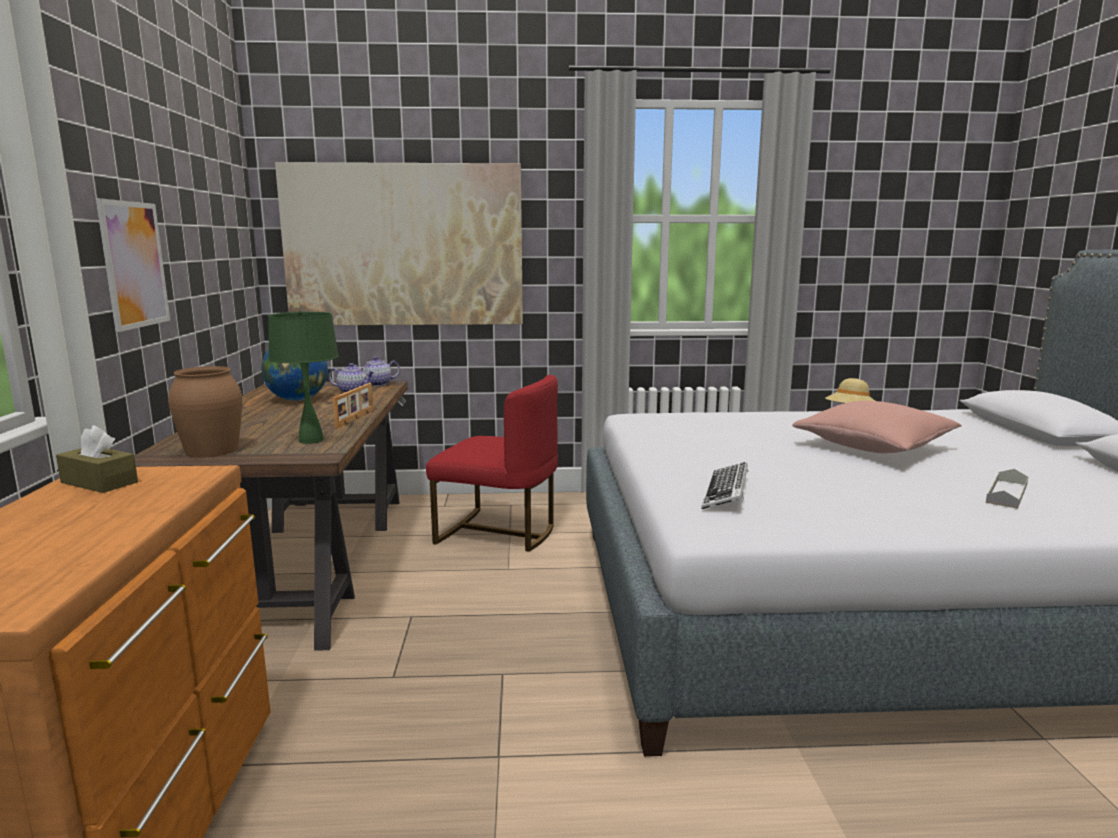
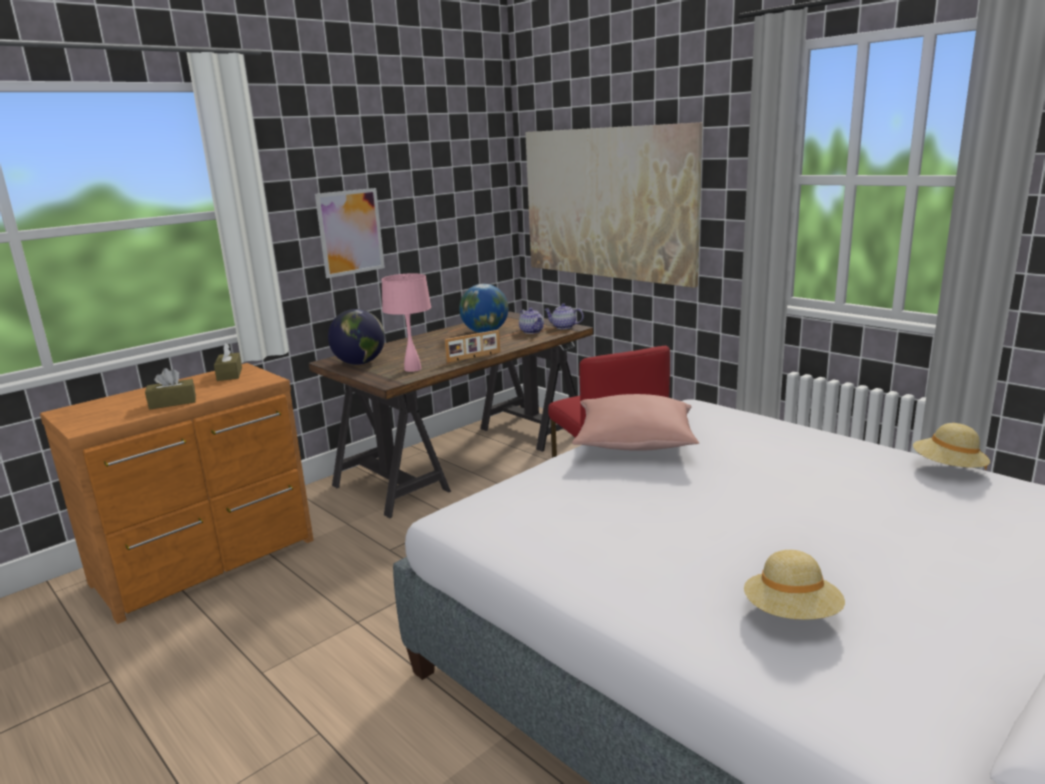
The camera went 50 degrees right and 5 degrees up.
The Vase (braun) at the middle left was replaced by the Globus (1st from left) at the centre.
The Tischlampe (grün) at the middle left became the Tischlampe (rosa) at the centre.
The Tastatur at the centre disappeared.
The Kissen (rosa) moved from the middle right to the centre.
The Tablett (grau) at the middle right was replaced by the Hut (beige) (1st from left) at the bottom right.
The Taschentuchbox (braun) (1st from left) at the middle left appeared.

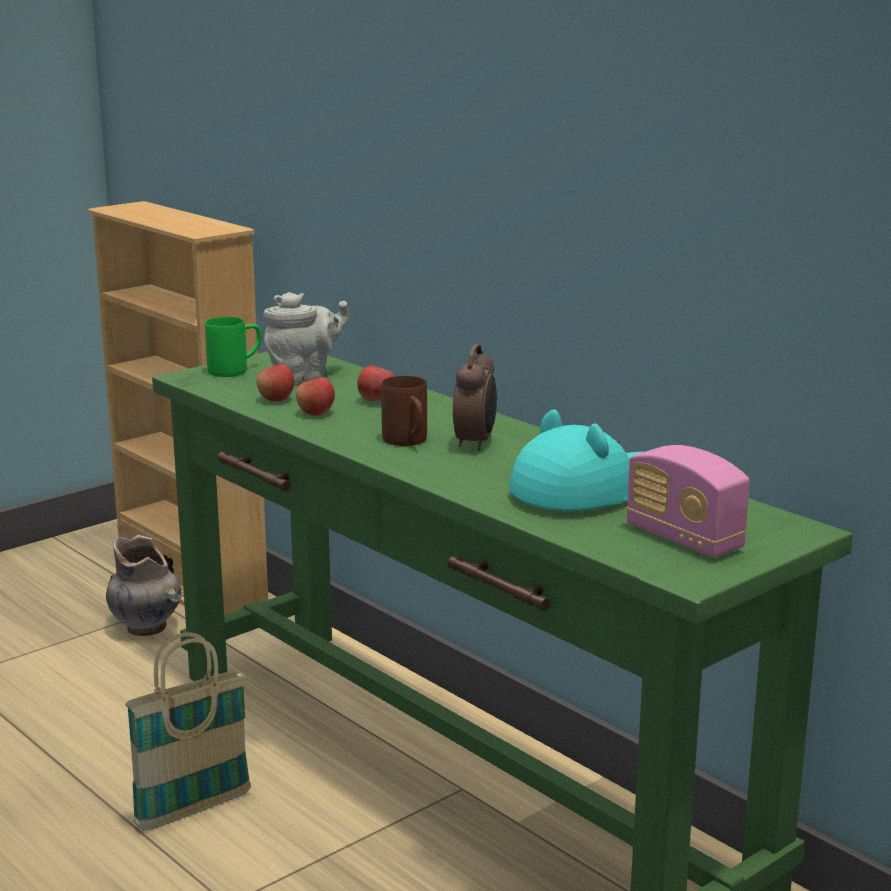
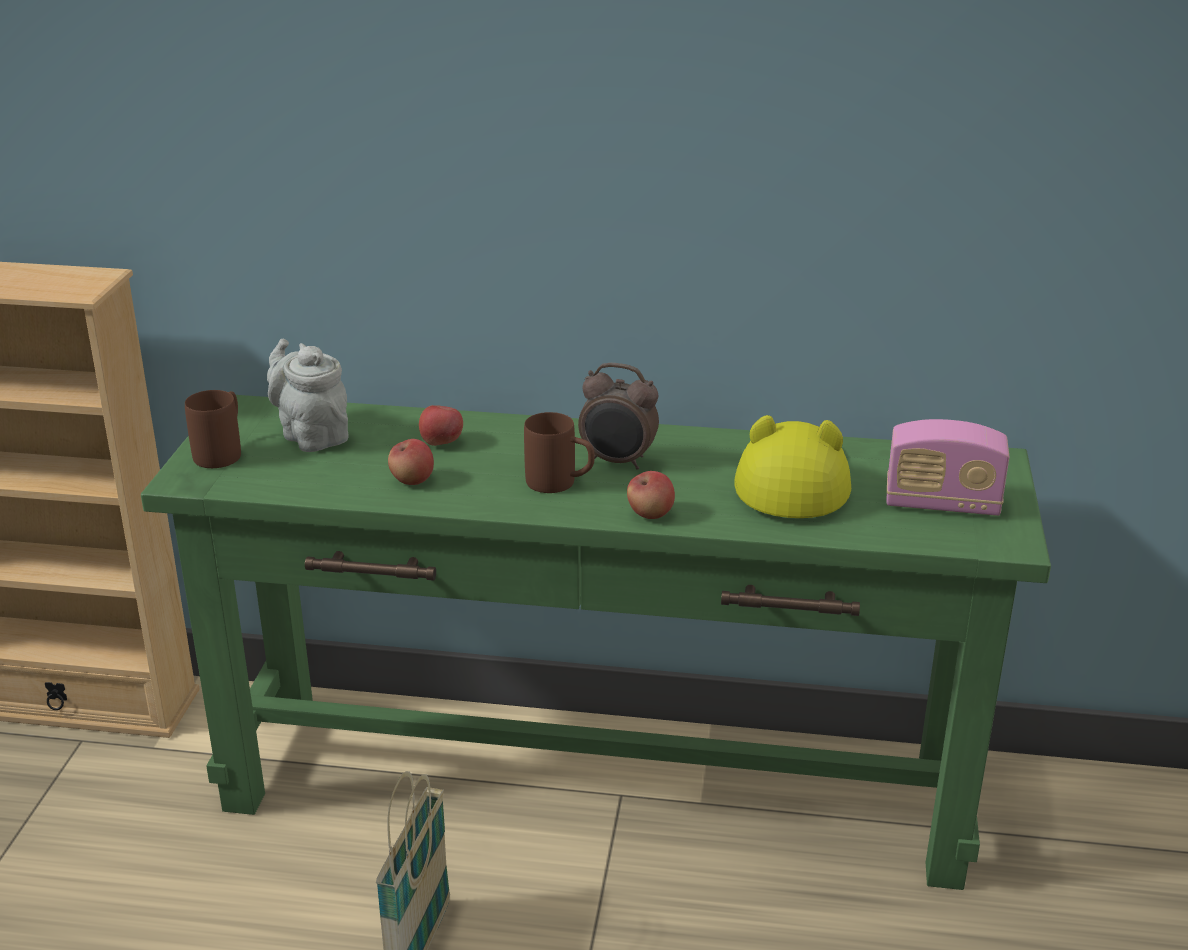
The camera went 40 degrees left and 10 degrees up.
The Vase (grau) at the middle left disappeared.
The Henkelbecher (grün) at the middle left became the Henkelbecher (braun) (1st from left) at the middle left.
The Apfel (1st from left in the first image) moved from the middle left to the centre.
The Teekanne (grau) at the centre turned 60 degrees counterclockwise.
The Wecker at the centre turned 135 degrees clockwise.
The Hut (türkis) at the centre became the Hut (gelb) at the middle right.

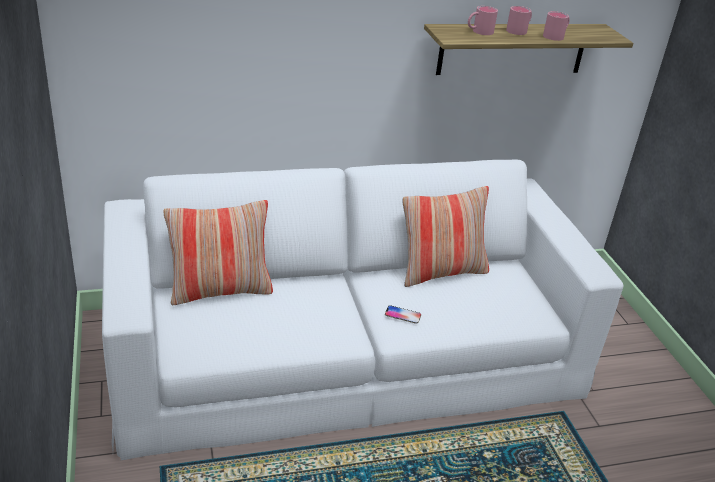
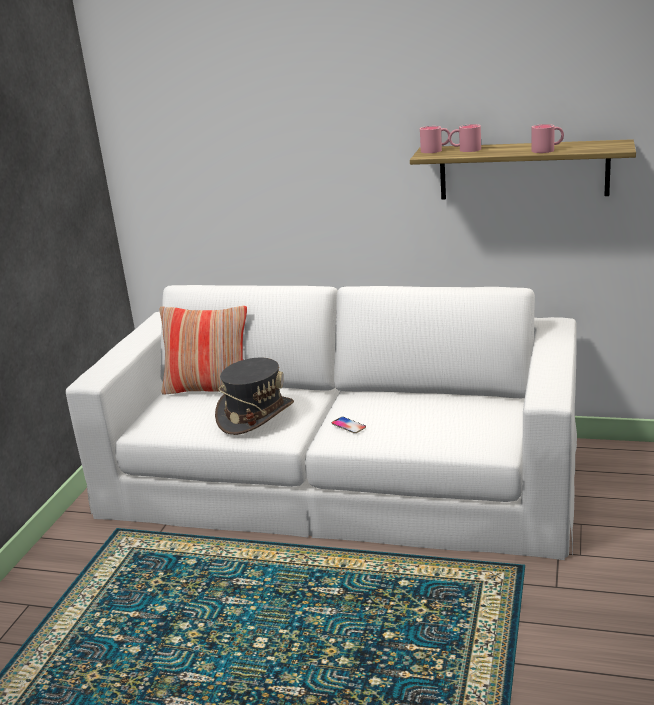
The camera went 35 degrees right and 10 degrees down.
The Kissen (2nd from left) at the centre disappeared.
The Henkelbecher (rosa) (2nd from left in the first image) moved from the top right to the top centre.
The Hut (grau) at the centre appeared.

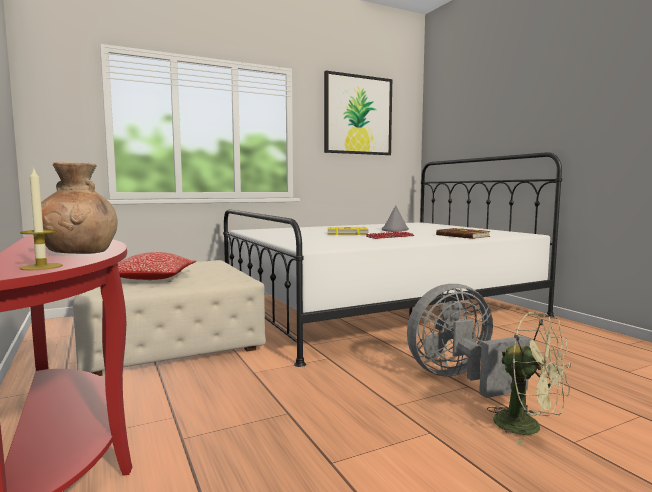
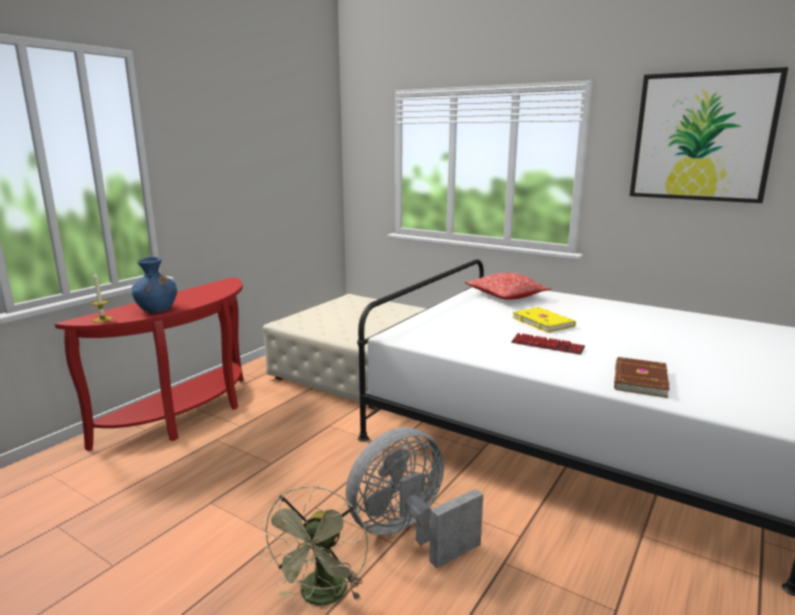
The camera went 60 degrees right and 10 degrees up.
The Vase (braun) at the middle left became the Vase (blau) at the middle left.
The Kissen moved from the middle left to the centre.
The Hut (grau) at the centre disappeared.
The Ventilator (grau) at the bottom right turned 75 degrees counterclockwise.

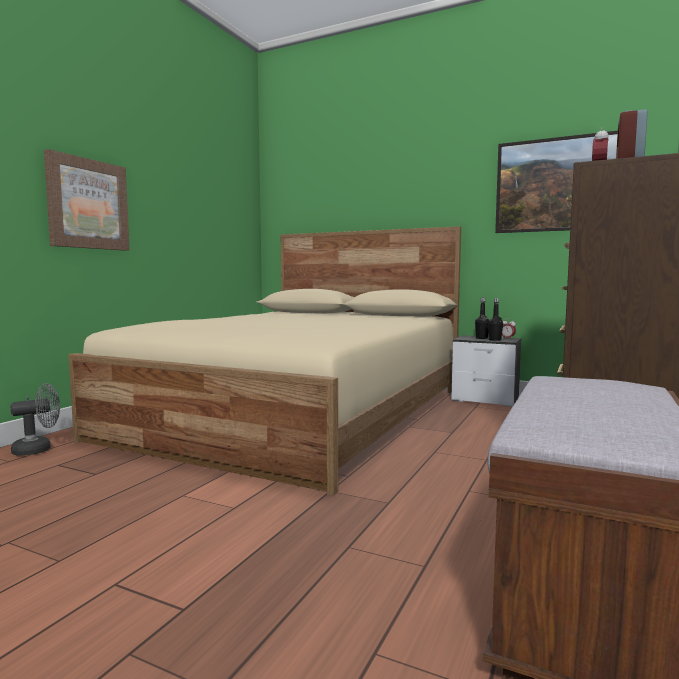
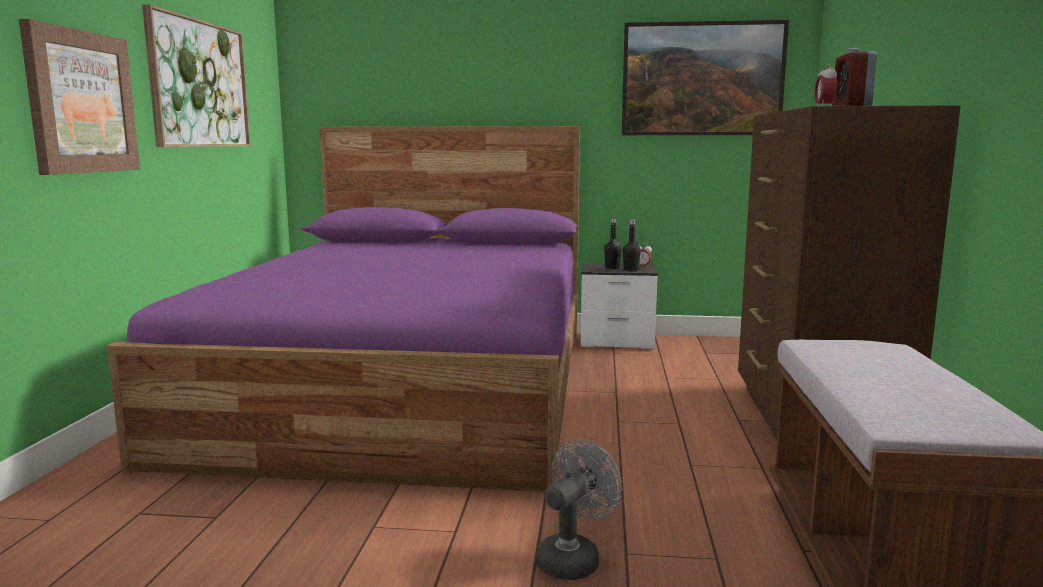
The camera went 20 degrees left and 5 degrees up.
The Ventilator (grau) moved from the middle left to the bottom centre.
The Bett (beige) at the centre became the Bett (lila) at the middle left.
The Bild (2nd from left) at the top left appeared.

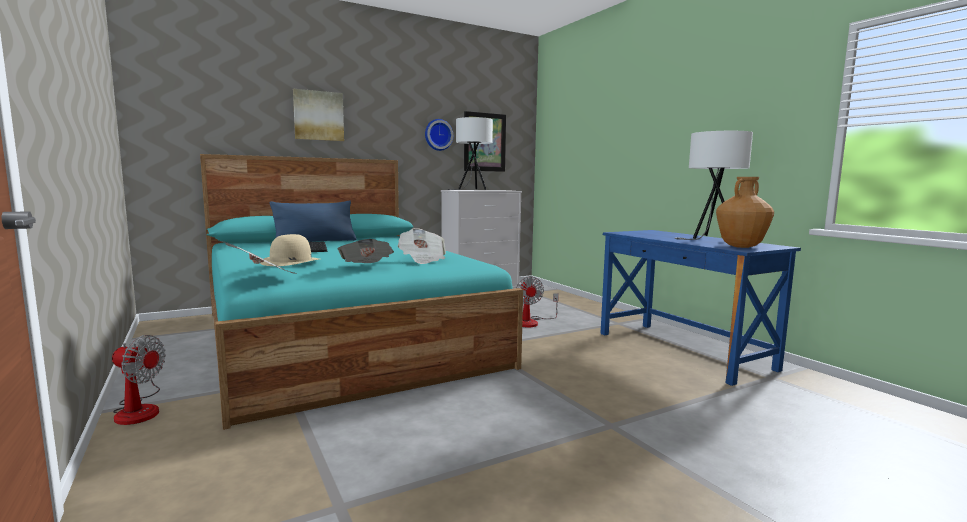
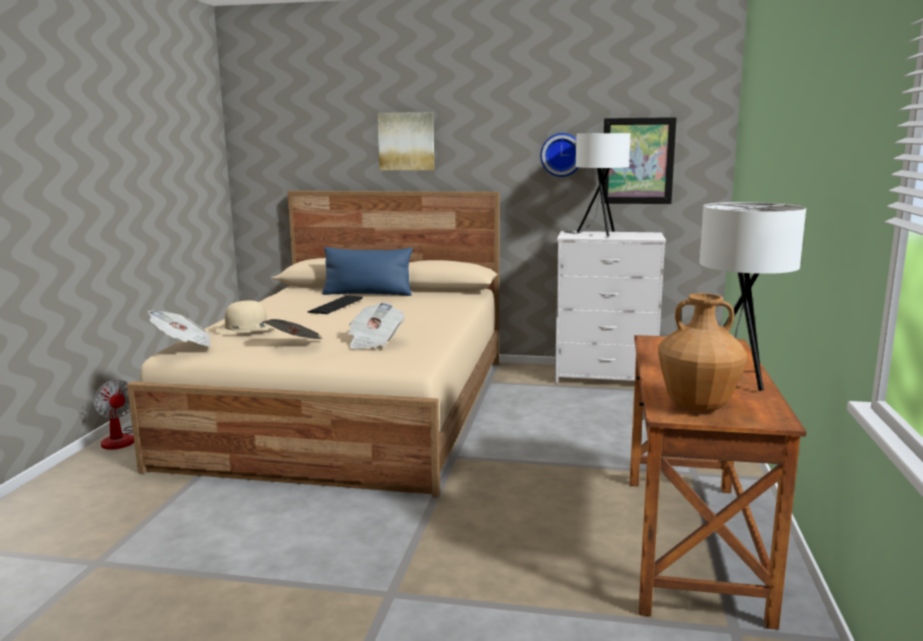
The camera went 40 degrees right and 5 degrees up.
The Bett (türkis) at the centre became the Bett (beige) at the centre.
The Ventilator (2nd from left) at the centre disappeared.
The Schreibtisch (blau) at the middle right became the Schreibtisch (braun) at the bottom right.

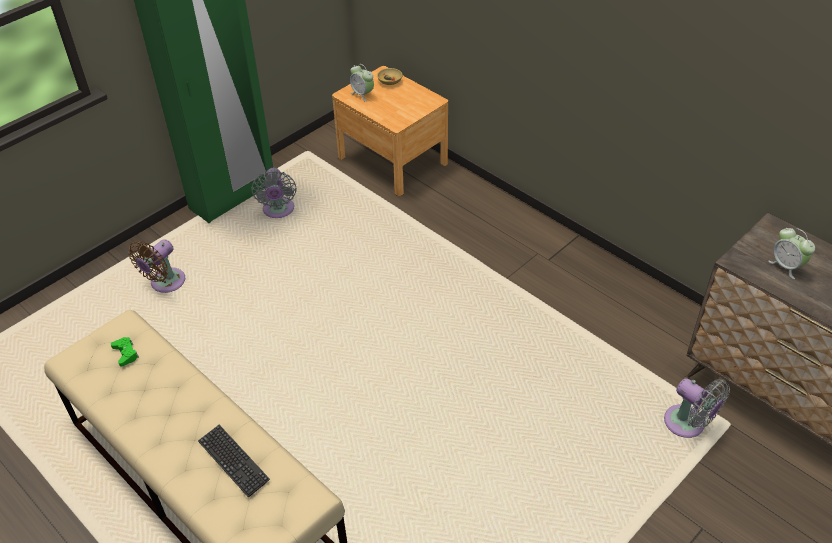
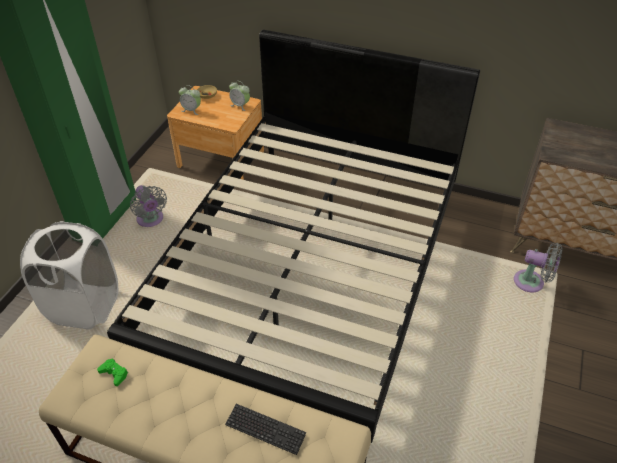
The camera went 25 degrees left and 0 degrees up.
The Ventilator (braun) at the middle left was replaced by the Wäschekorb (weiß) at the middle left.
The Wecker (2nd from left) moved from the middle right to the top centre.
The Bett (schwarz) at the centre appeared.

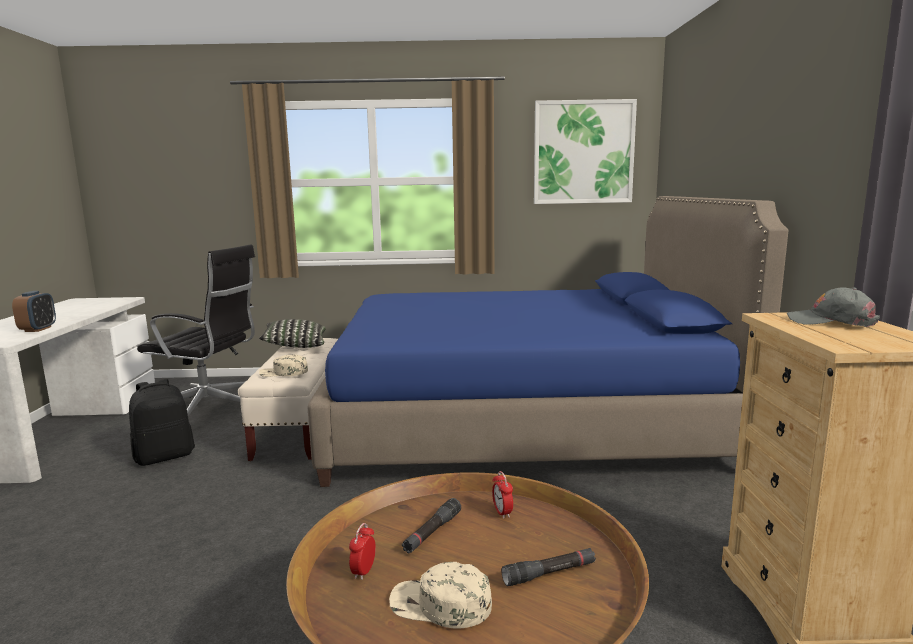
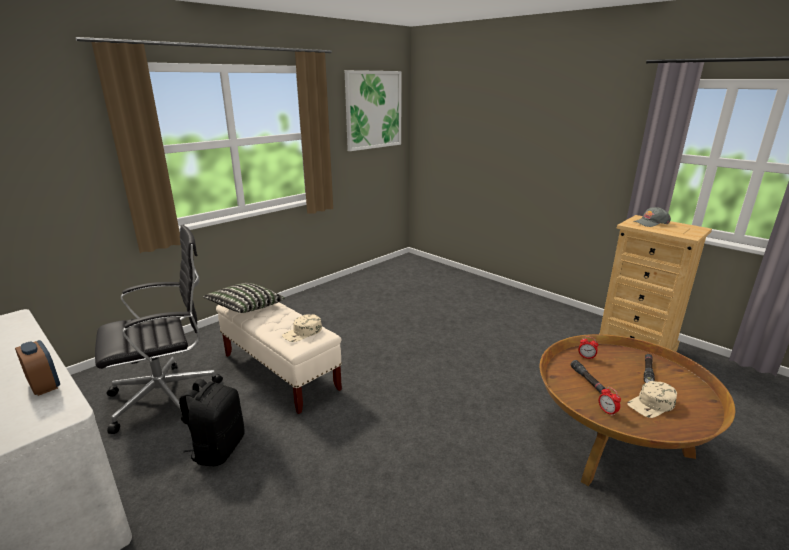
The camera went 45 degrees left and 10 degrees up.
The Bett (blau) at the centre disappeared.

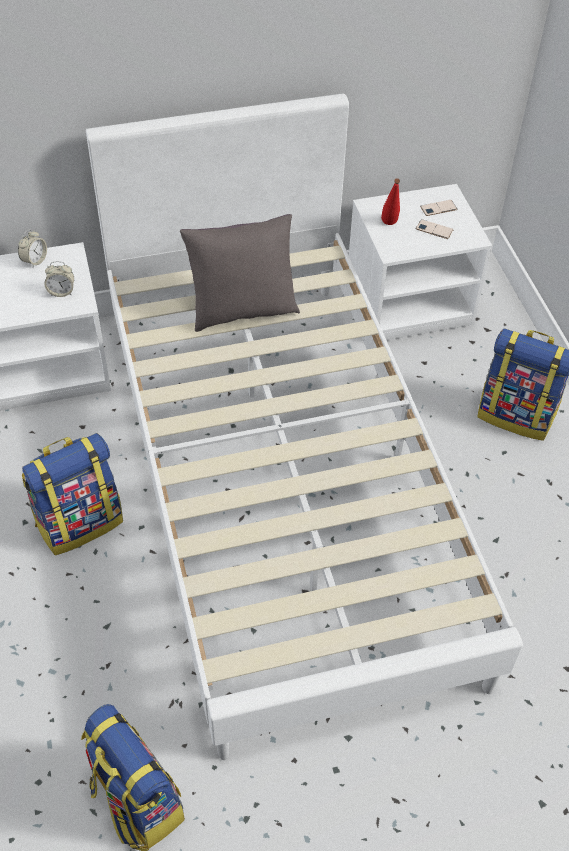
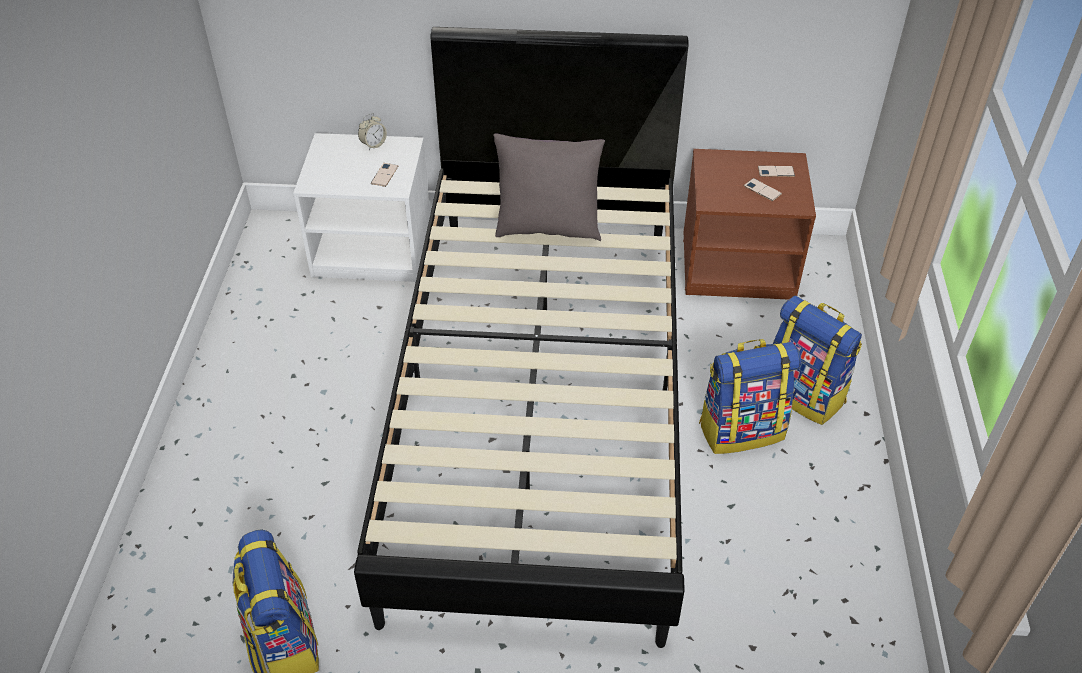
The camera went 20 degrees right and 5 degrees down.
The Rucksack (1st from left in the first image) moved from the middle left to the middle right.
The Wecker (2nd from left) at the top left was replaced by the Handy (1st from left) at the top centre.
The Bett (weiß) at the centre became the Bett (schwarz) at the centre.
The Nachttisch (weiß) (2nd from left) at the top right became the Nachttisch (braun) at the top right.
The Flasche (rot) at the top right disappeared.

